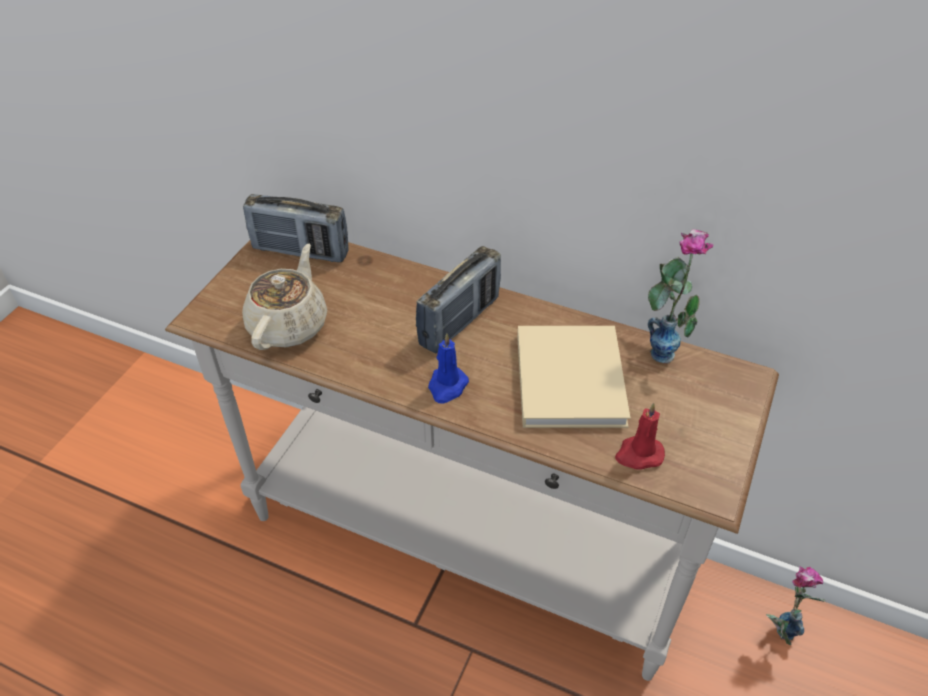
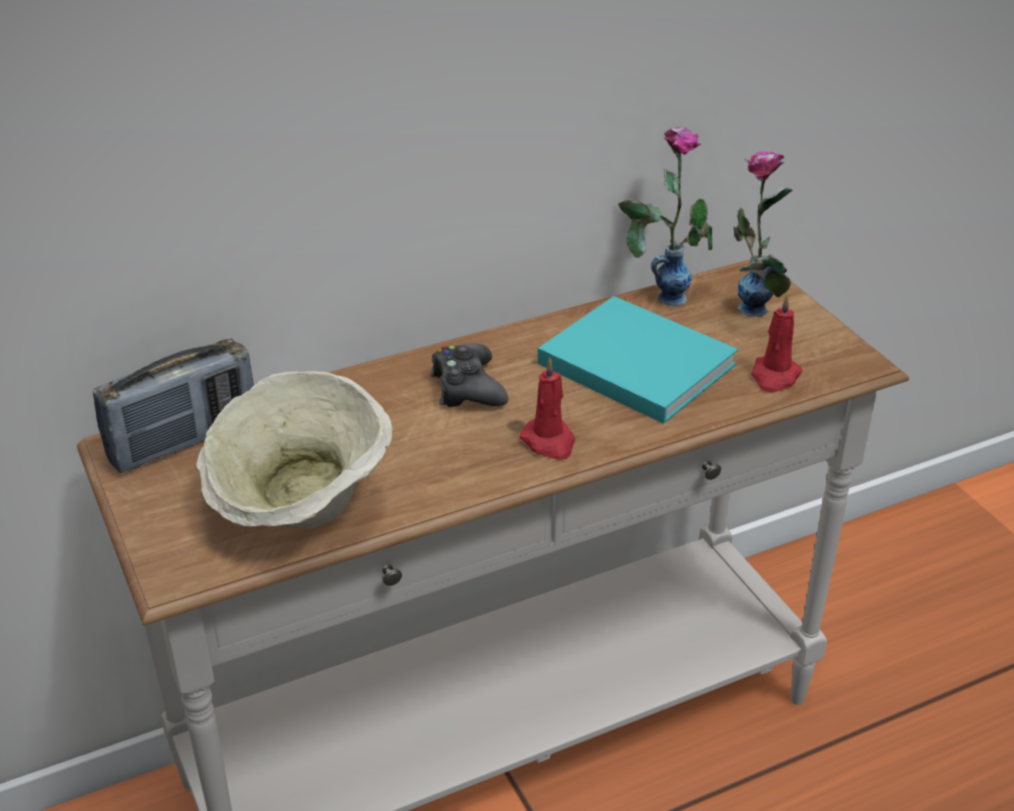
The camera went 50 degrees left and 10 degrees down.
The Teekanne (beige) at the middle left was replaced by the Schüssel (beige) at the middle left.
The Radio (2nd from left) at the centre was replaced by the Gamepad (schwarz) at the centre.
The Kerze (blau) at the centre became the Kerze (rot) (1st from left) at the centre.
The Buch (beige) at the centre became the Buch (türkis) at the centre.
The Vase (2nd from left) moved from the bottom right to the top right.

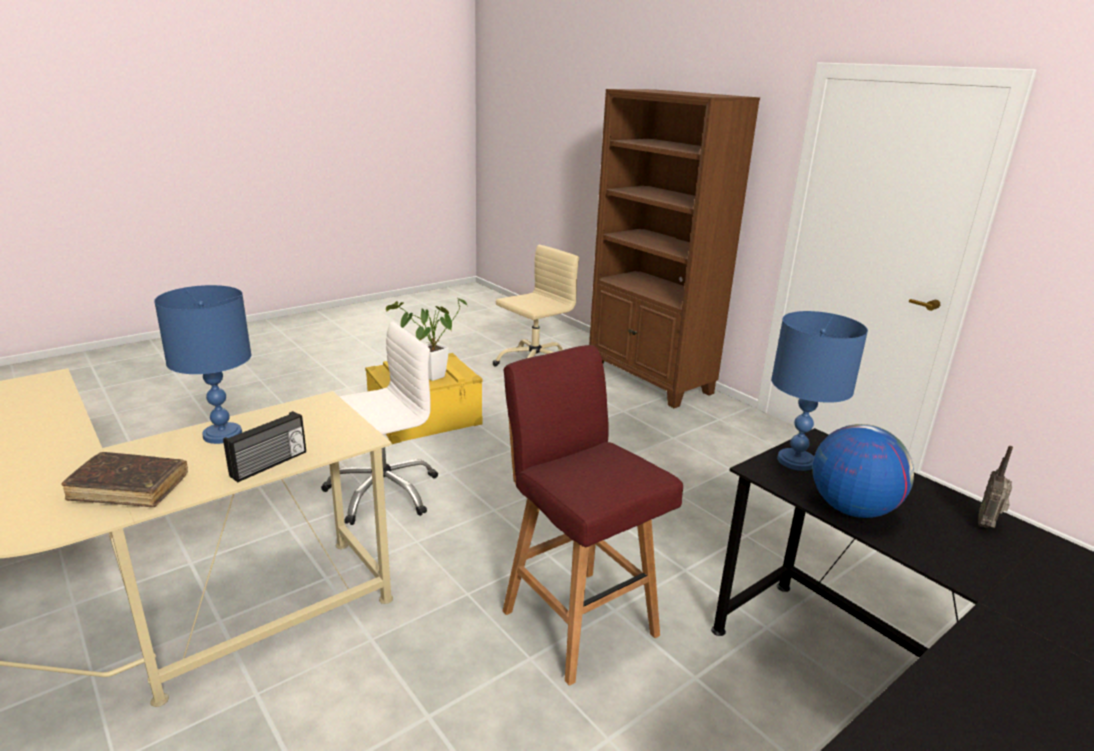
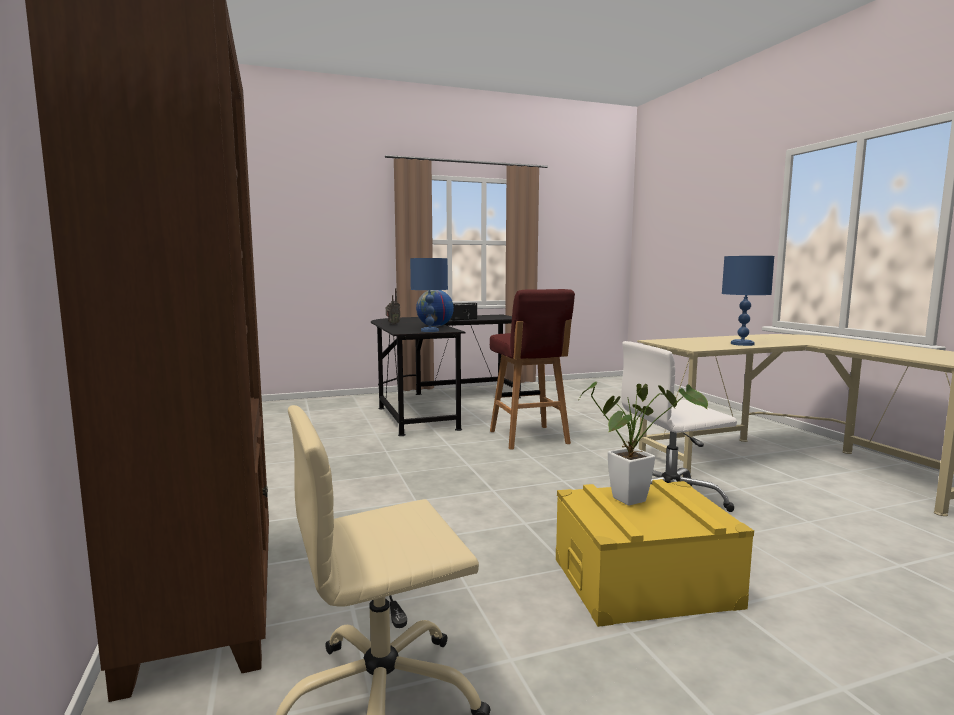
The camera went 160 degrees left and 15 degrees down.
The Buch (braun) at the middle left disappeared.
The Radio (1st from left in the first image) moved from the middle left to the centre.

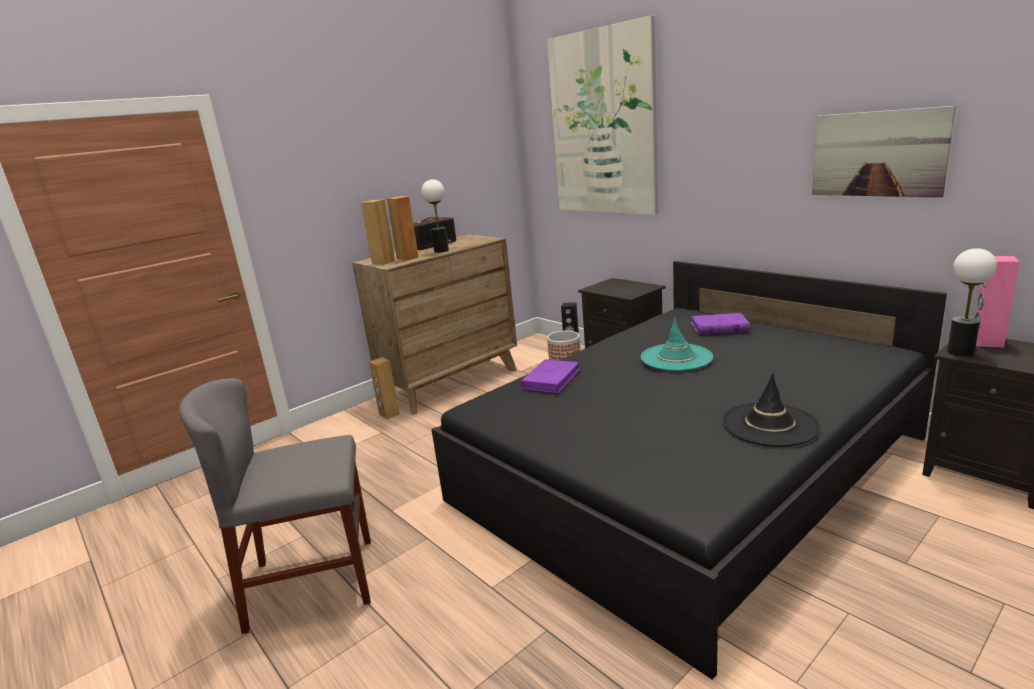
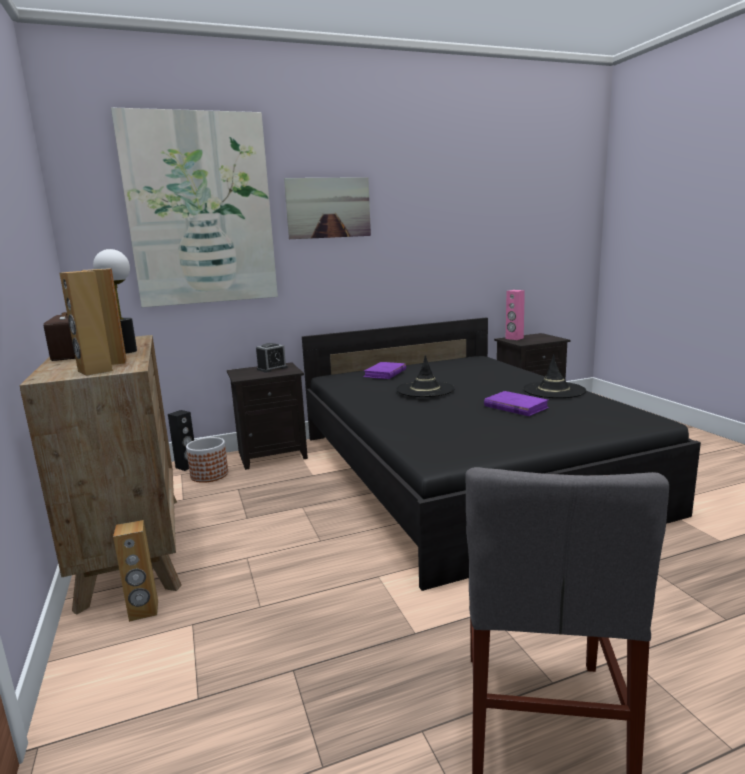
The camera went 70 degrees left and 5 degrees down.
The Buch (lila) (1st from left in the first image) moved from the centre to the middle right.
The Hut (türkis) at the centre became the Hut (schwarz) (1st from left) at the centre.
The Bild (2nd from left) moved from the top right to the top centre.
The Tischlampe (2nd from left) at the middle right disappeared.
The Wecker at the centre appeared.

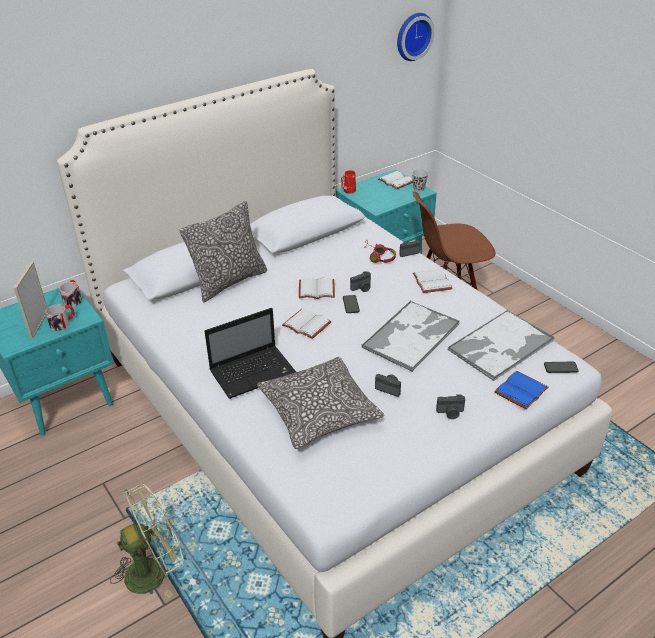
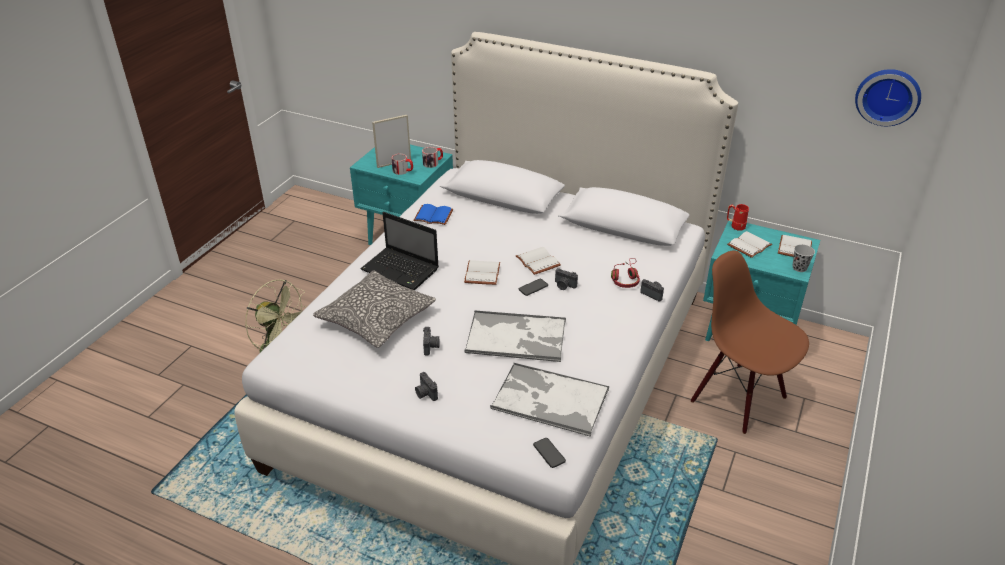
The camera went 60 degrees right and 0 degrees up.
The Kissen (1st from left) at the centre disappeared.
The Buch (weiß) (4th from left in the first image) moved from the centre to the middle right.
The Buch (blau) moved from the middle right to the centre.

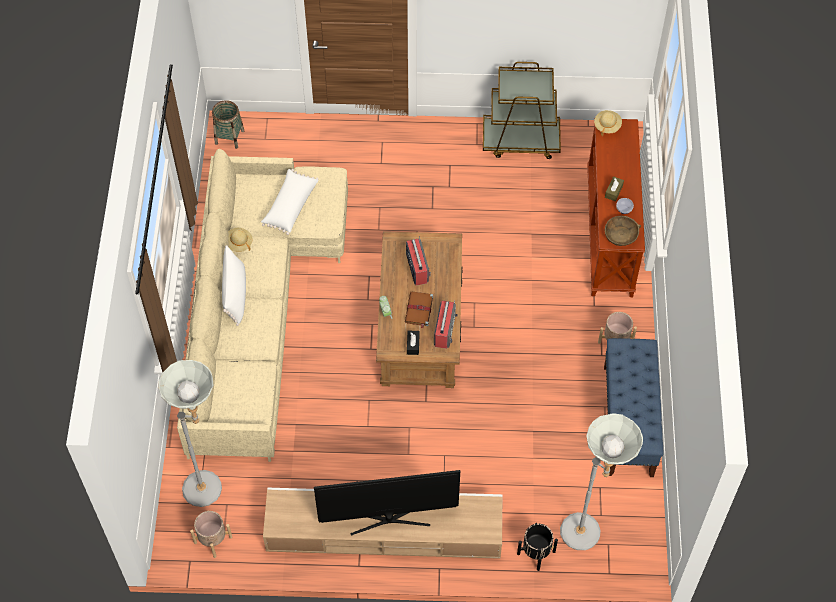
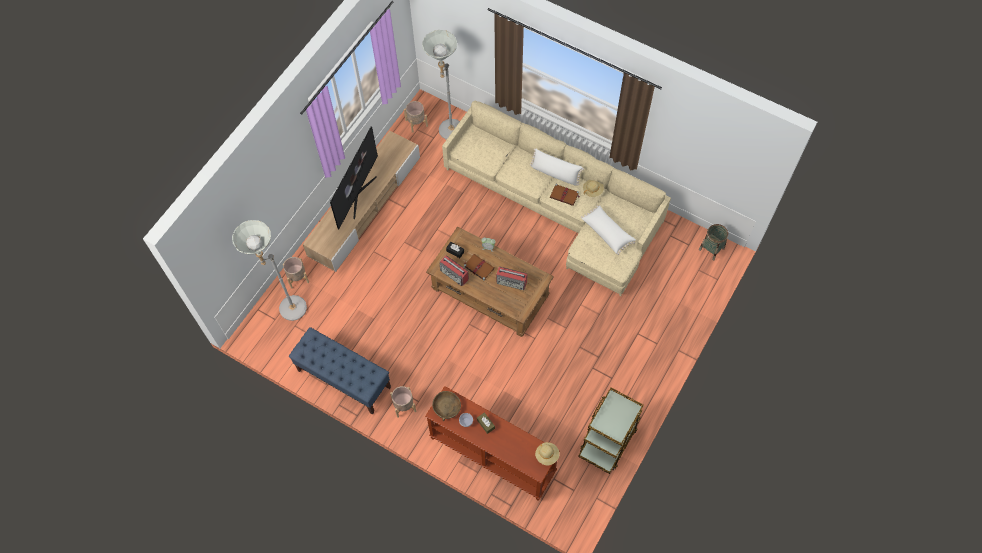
The camera went 120 degrees right and 5 degrees up.
The Pflanzkübel (schwarz) at the bottom centre became the Pflanzkübel (beige) (1st from left) at the middle left.
The Buch (braun) (2nd from left) at the centre appeared.

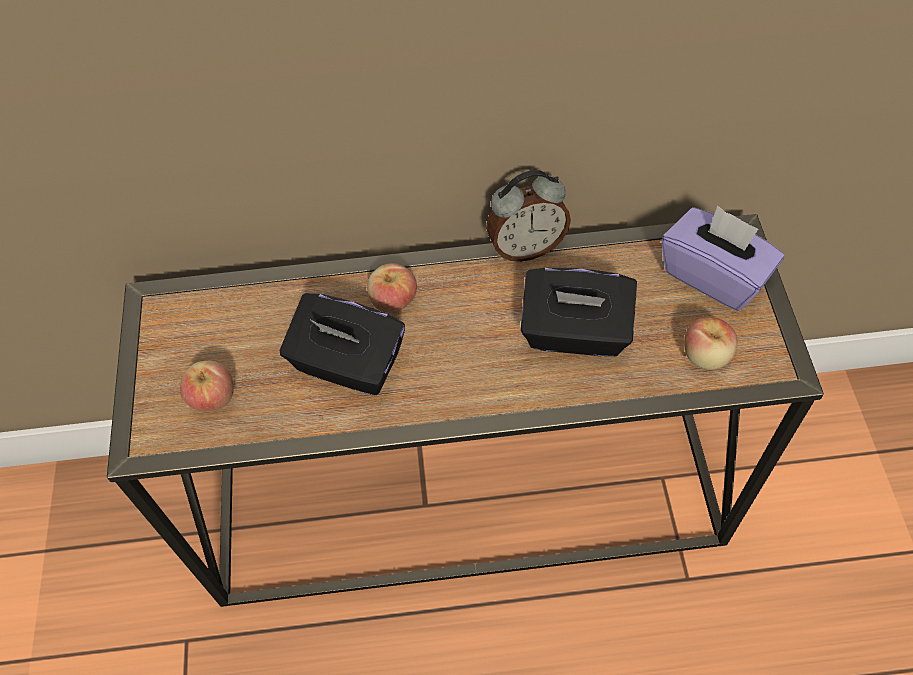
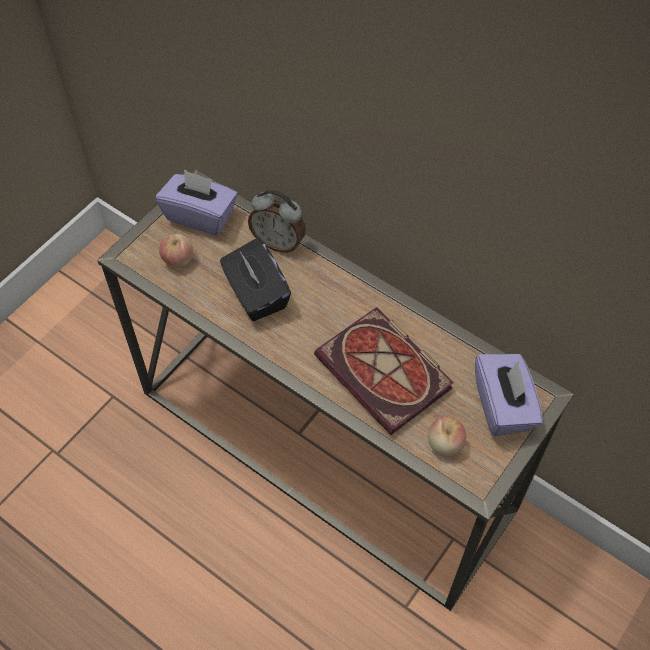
The camera went 40 degrees right and 0 degrees up.
The Apfel (2nd from left) at the centre disappeared.
The Wecker moved from the top centre to the centre.
The Taschentuchbox (schwarz) (2nd from left) at the centre was replaced by the Buch at the centre.
The Taschentuchbox (lila) (1st from left) at the top left appeared.

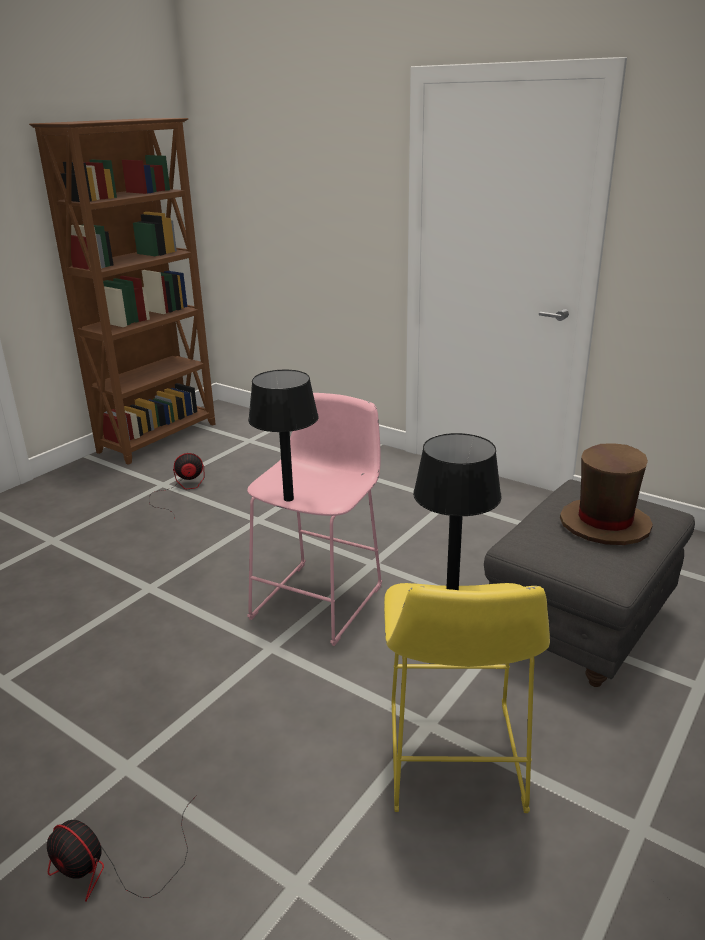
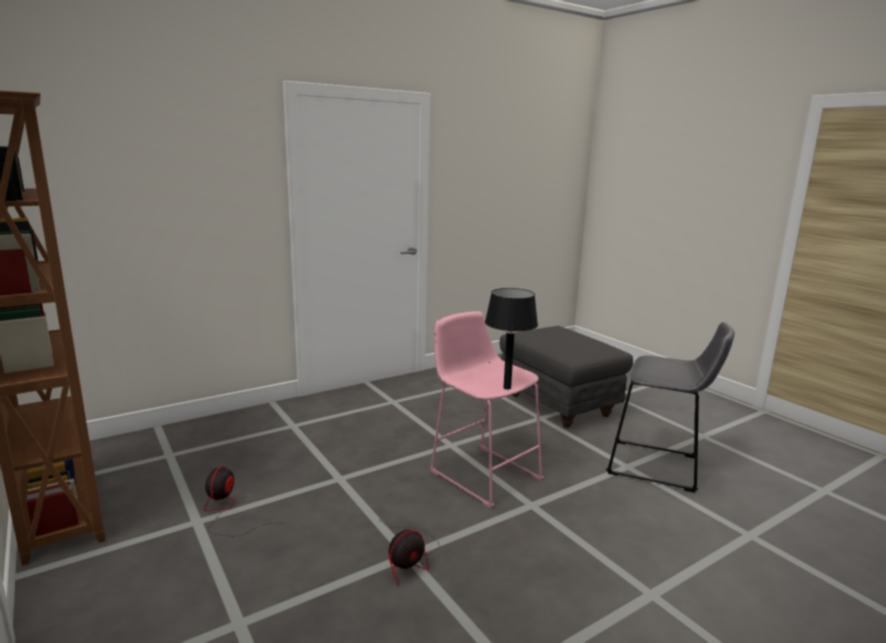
The camera went 70 degrees left and 10 degrees down.
The Ventilator (1st from left in the first image) moved from the bottom left to the bottom centre.
The Hocker (gelb) at the bottom centre became the Hocker (grau) at the middle right.
The Tischlampe (schwarz) (2nd from left) at the centre disappeared.
The Hut (braun) at the middle right disappeared.

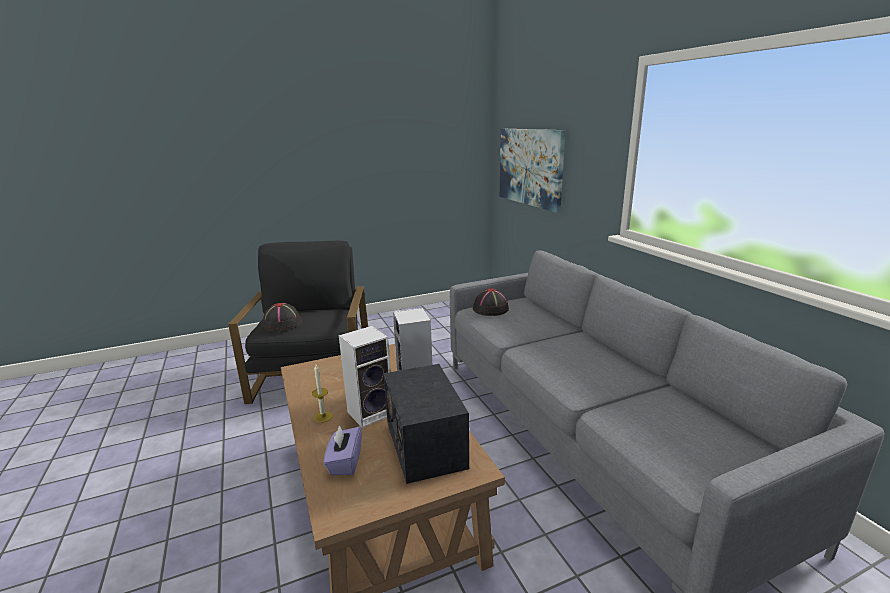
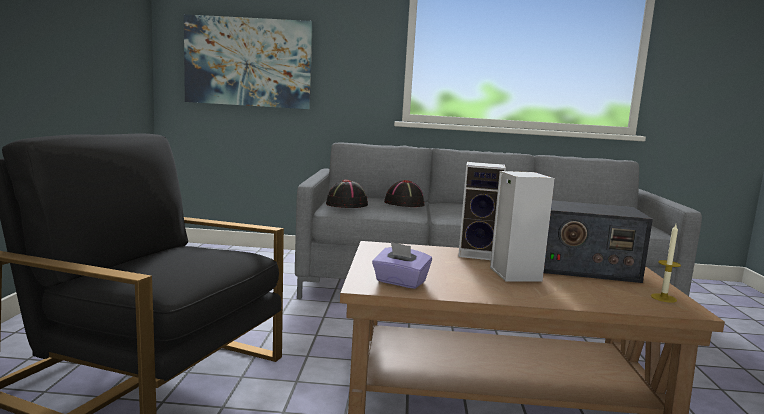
The camera went 65 degrees left and 10 degrees down.
The Hut (schwarz) (1st from left in the first image) moved from the middle left to the centre.
The Kerze moved from the centre to the middle right.
The Taschentuchbox (lila) moved from the bottom centre to the centre.

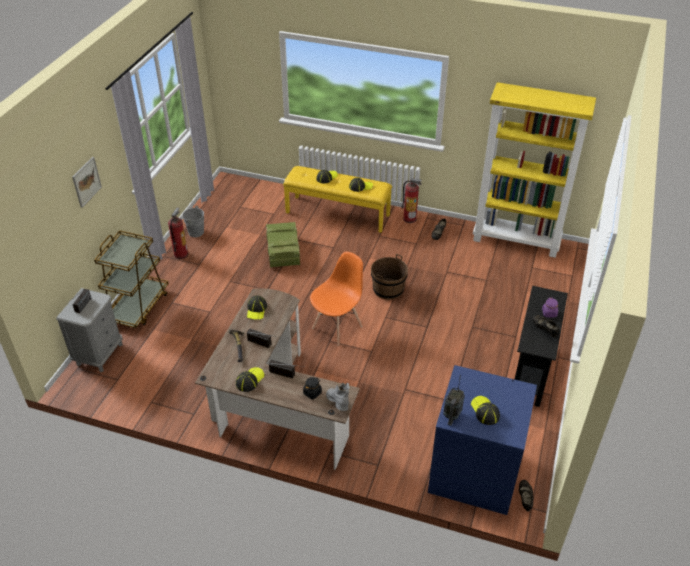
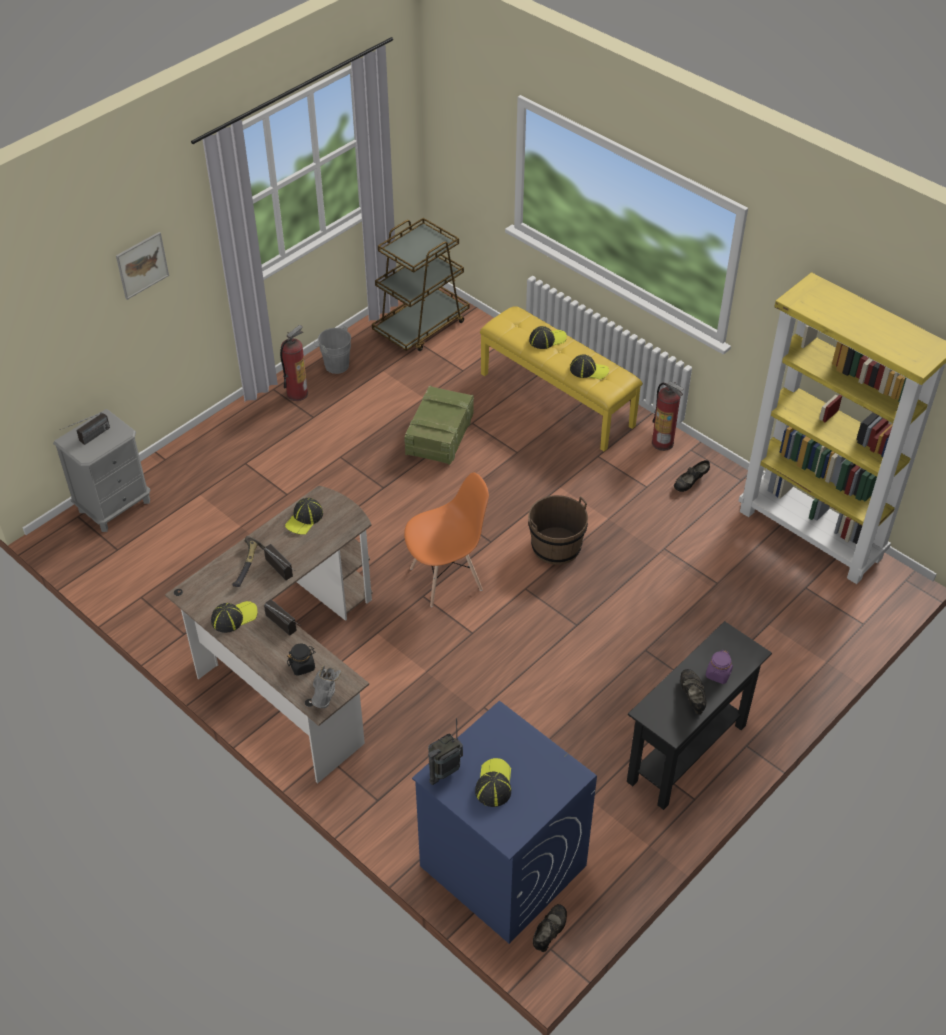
The camera went 25 degrees right and 5 degrees up.
The Rollwagen (braun) moved from the middle left to the top centre.

